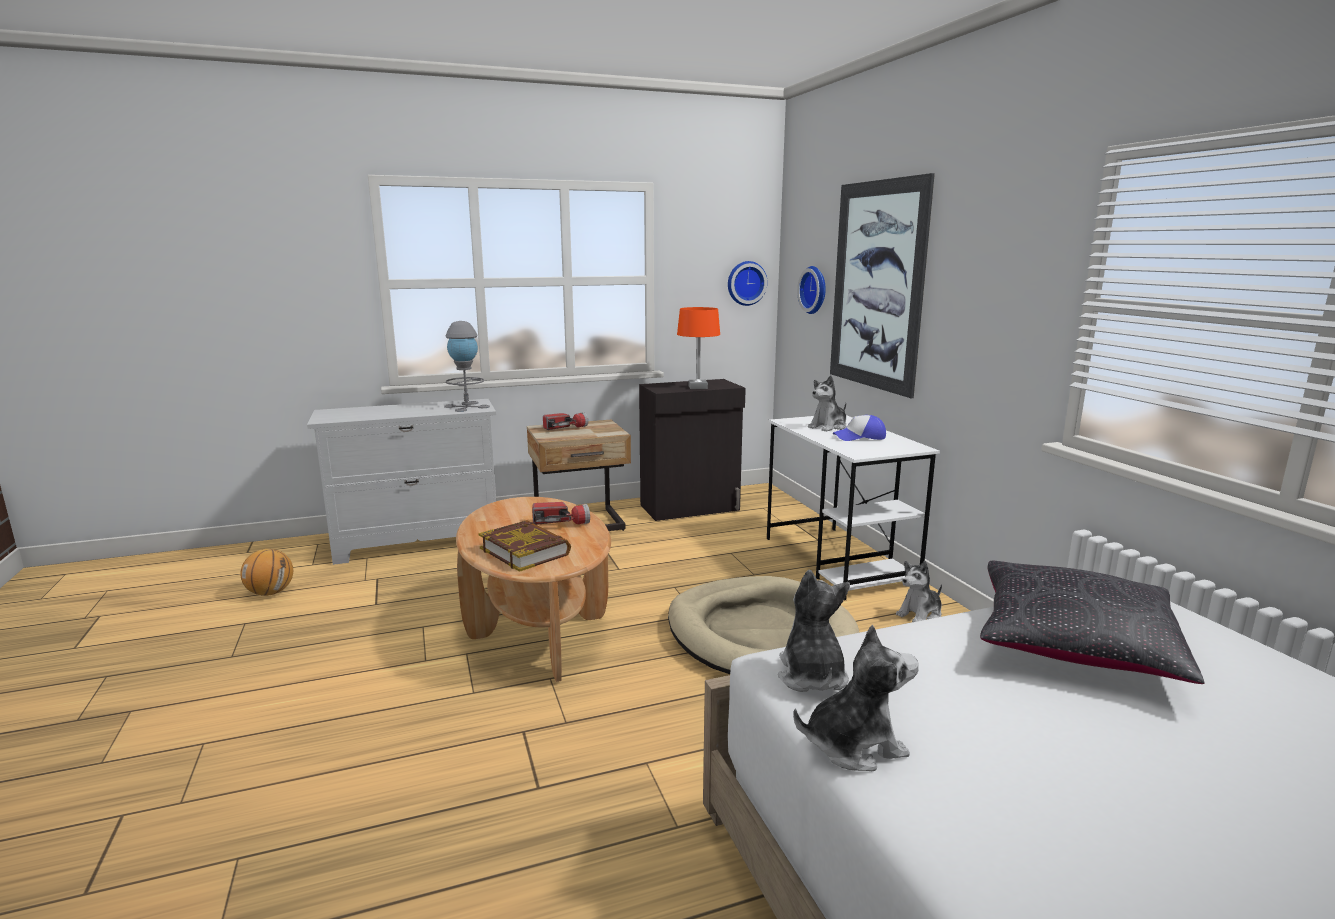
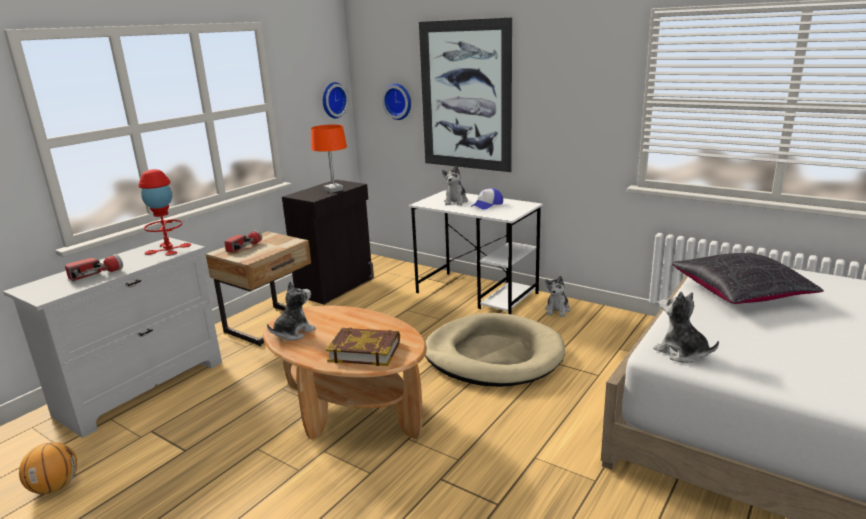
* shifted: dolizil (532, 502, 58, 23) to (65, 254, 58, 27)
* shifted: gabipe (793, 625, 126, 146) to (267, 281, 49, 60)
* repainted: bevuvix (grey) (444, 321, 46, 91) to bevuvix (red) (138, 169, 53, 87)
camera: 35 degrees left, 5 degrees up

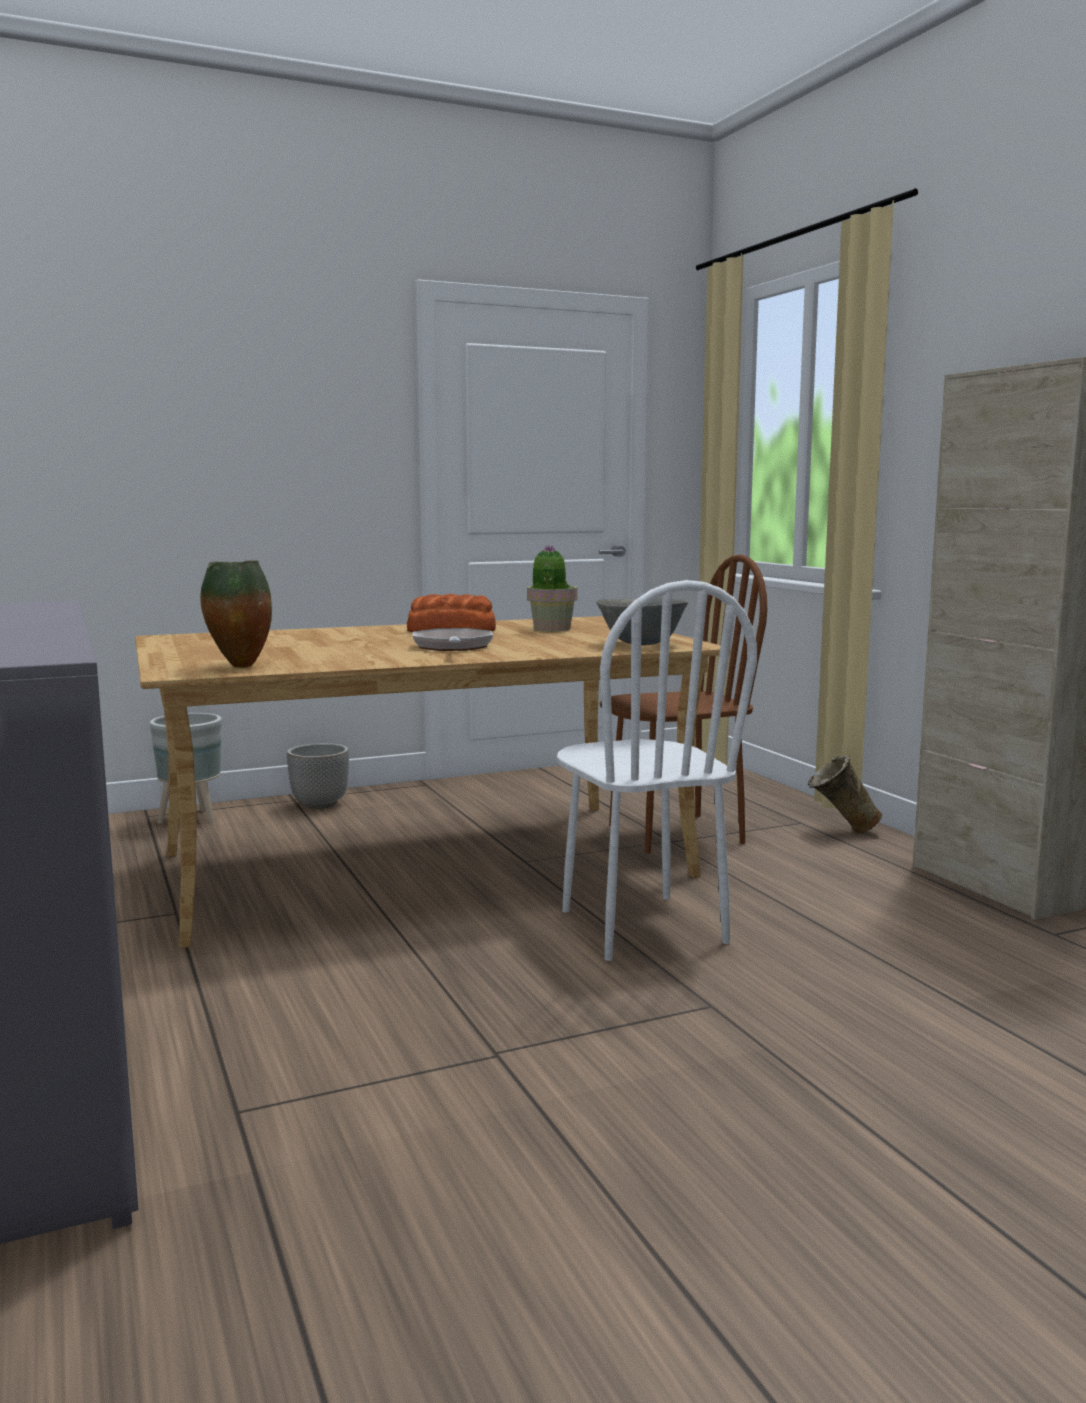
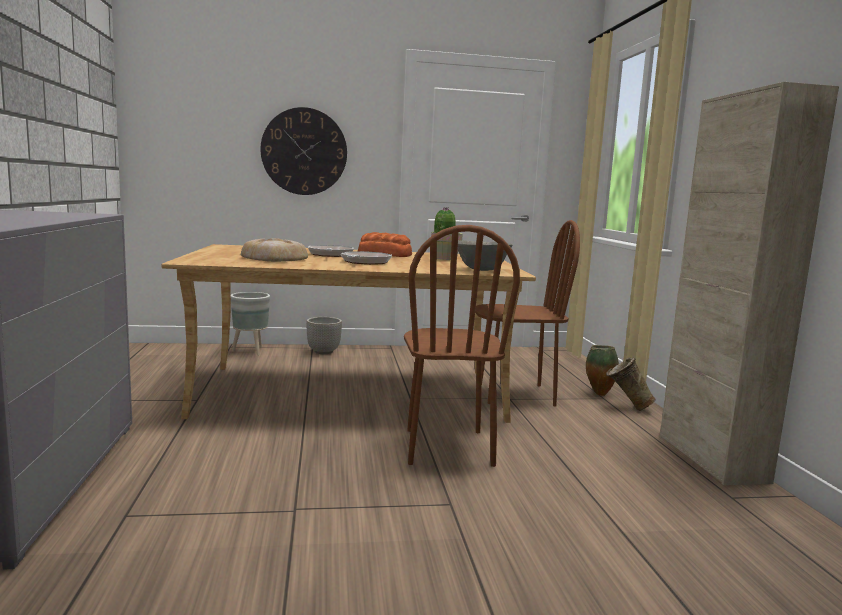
* new: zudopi (241, 238, 67, 24)
* new: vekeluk (261, 107, 86, 88)
* new: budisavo (308, 245, 46, 12)
* shifted: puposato (201, 560, 71, 108) to (586, 345, 33, 51)
* repainted: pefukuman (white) (557, 580, 200, 381) to pefukuman (brown) (404, 225, 116, 242)
camera: 15 degrees right, 0 degrees up

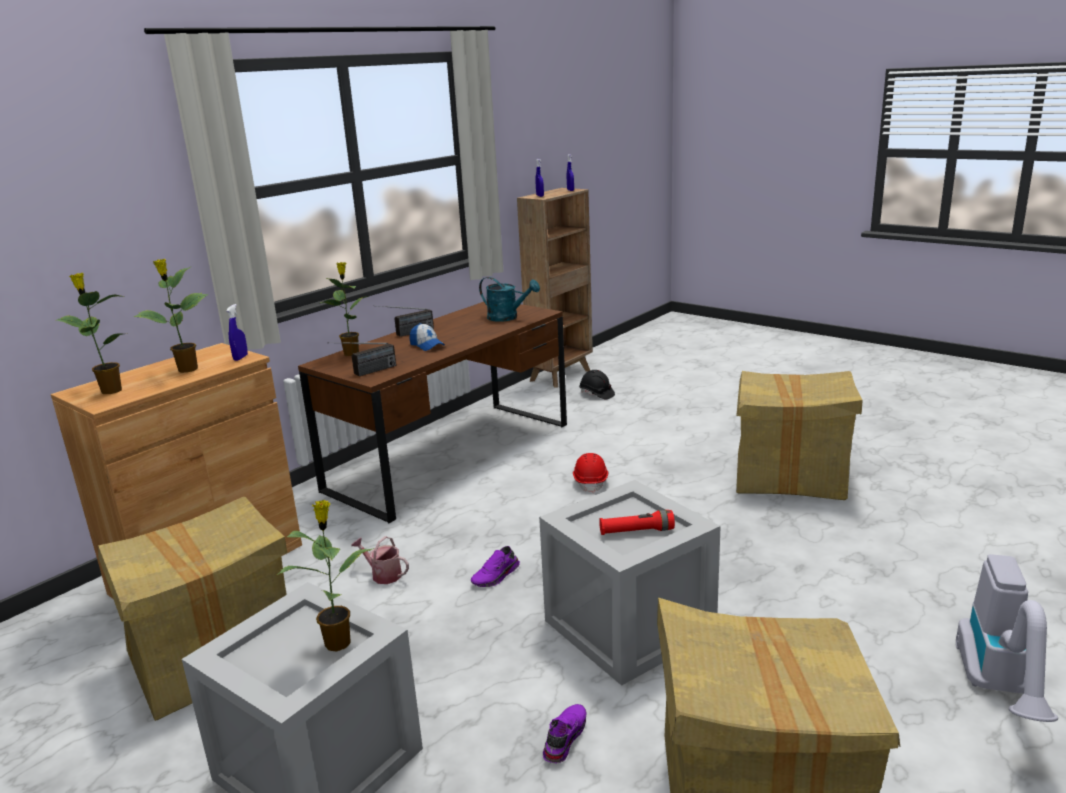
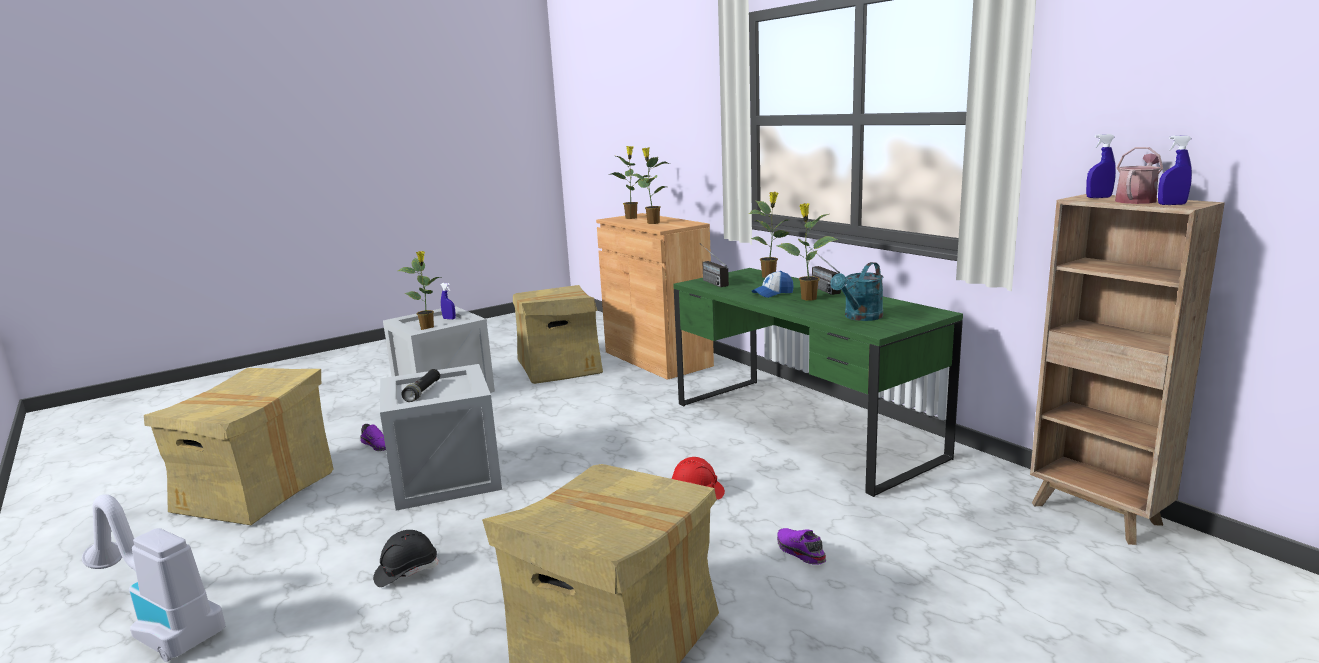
* new: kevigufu (776, 203, 62, 97)
* shifted: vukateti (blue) (227, 304, 21, 57) to (441, 283, 15, 37)
* shifted: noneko (351, 536, 58, 48) to (1115, 147, 48, 57)
* shifted: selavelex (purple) (471, 546, 49, 41) to (777, 528, 49, 37)
* shifted: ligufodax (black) (579, 370, 36, 30) to (373, 530, 65, 57)
* repainted: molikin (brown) (298, 302, 269, 221) to molikin (green) (673, 268, 290, 229)
* repainted: dolizil (red) (599, 510, 76, 25) to dolizil (black) (402, 369, 38, 33)
camera: 105 degrees right, 5 degrees down

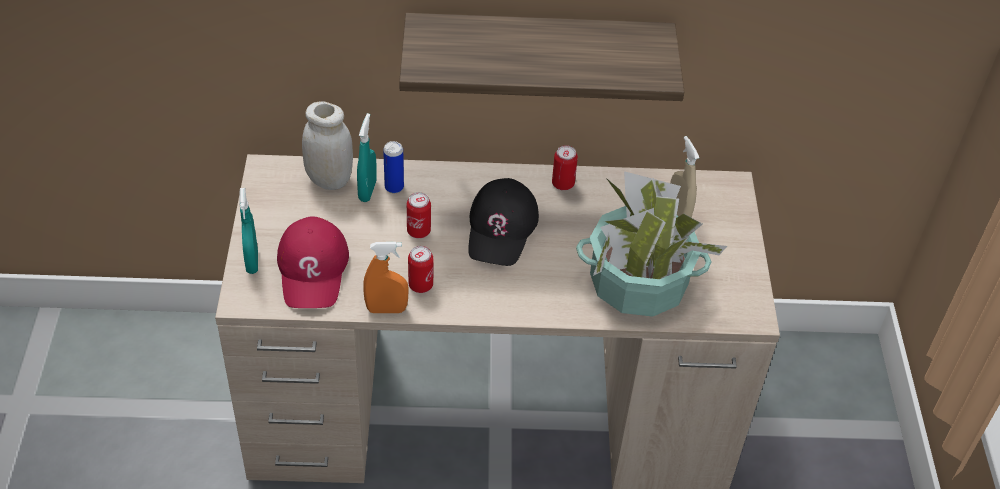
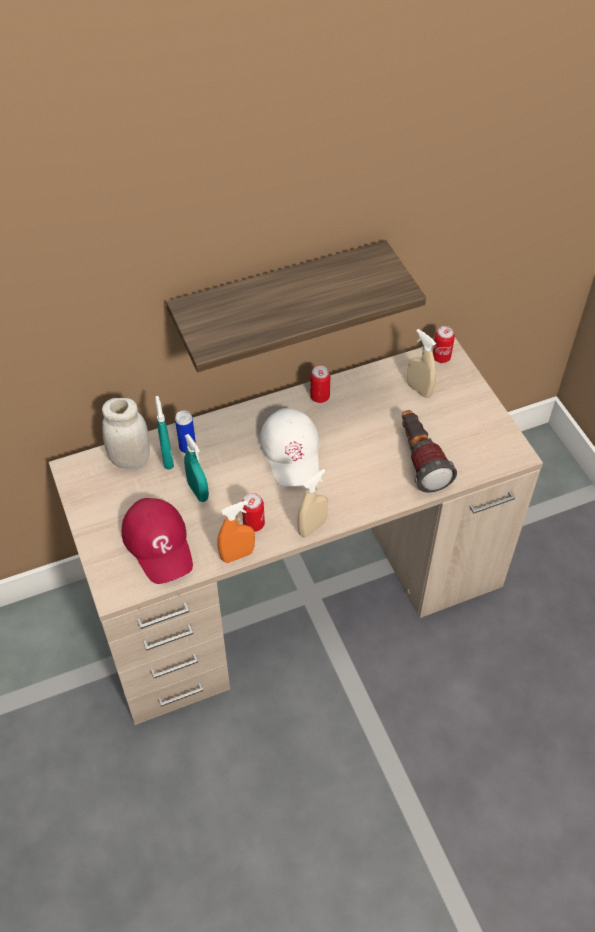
* new: vukateti (beige) (297, 469, 31, 68)
* shifted: vukateti (turquoise) (239, 188, 19, 86) to (184, 434, 25, 68)
* shifted: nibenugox (407, 192, 24, 46) to (433, 326, 22, 37)
* swapped: kevigufu (576, 171, 151, 146) to dolizil (402, 410, 55, 83)
* repainted: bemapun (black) (468, 178, 71, 88) to bemapun (white) (260, 408, 59, 79)
camera: 20 degrees left, 5 degrees up

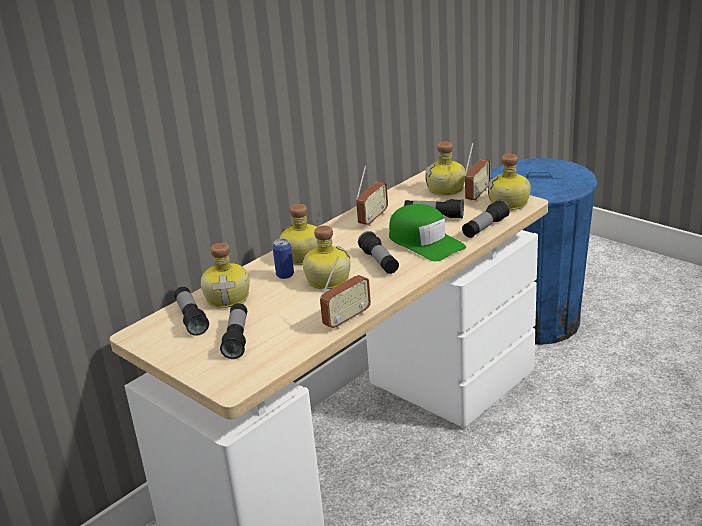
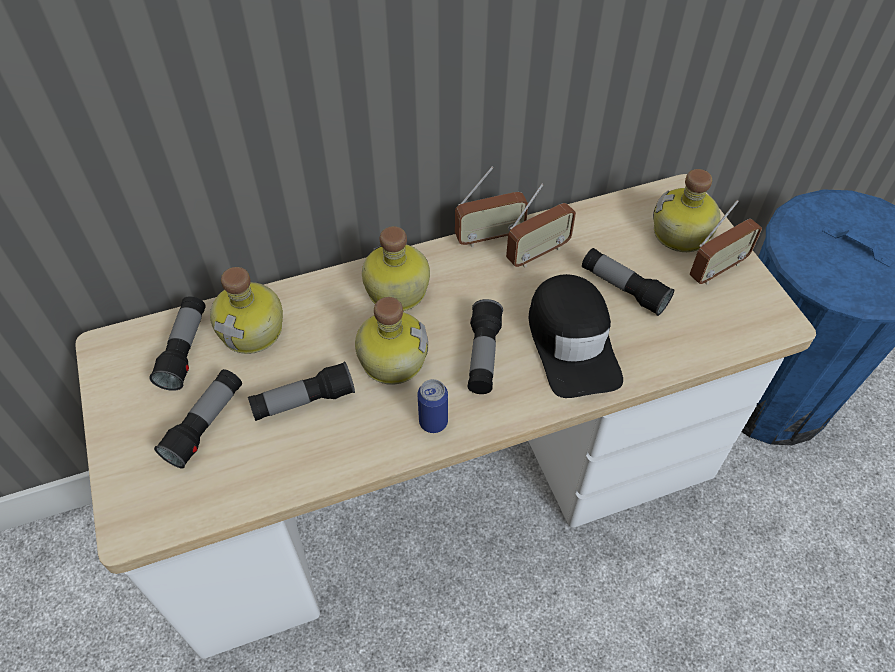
* gone: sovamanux (488, 154, 43, 56)
* shifted: nibenugox (273, 238, 21, 41) to (417, 379, 31, 54)
* shifted: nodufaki (320, 256, 51, 73) to (455, 166, 73, 81)
* shifted: dolizil (462, 199, 48, 39) to (248, 361, 107, 60)
* repainted: bemapun (green) (389, 204, 77, 57) to bemapun (black) (529, 274, 94, 124)
camera: 25 degrees right, 25 degrees up

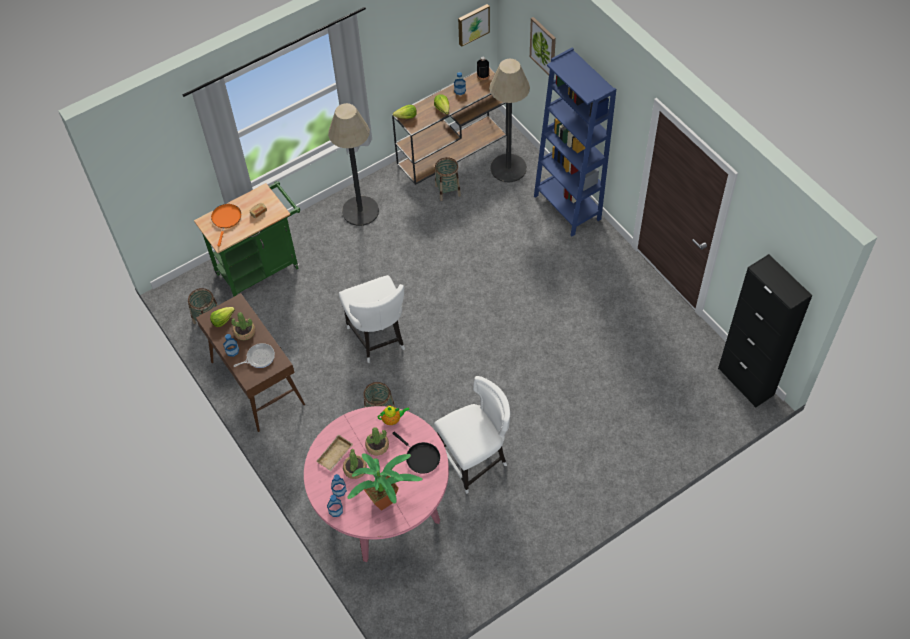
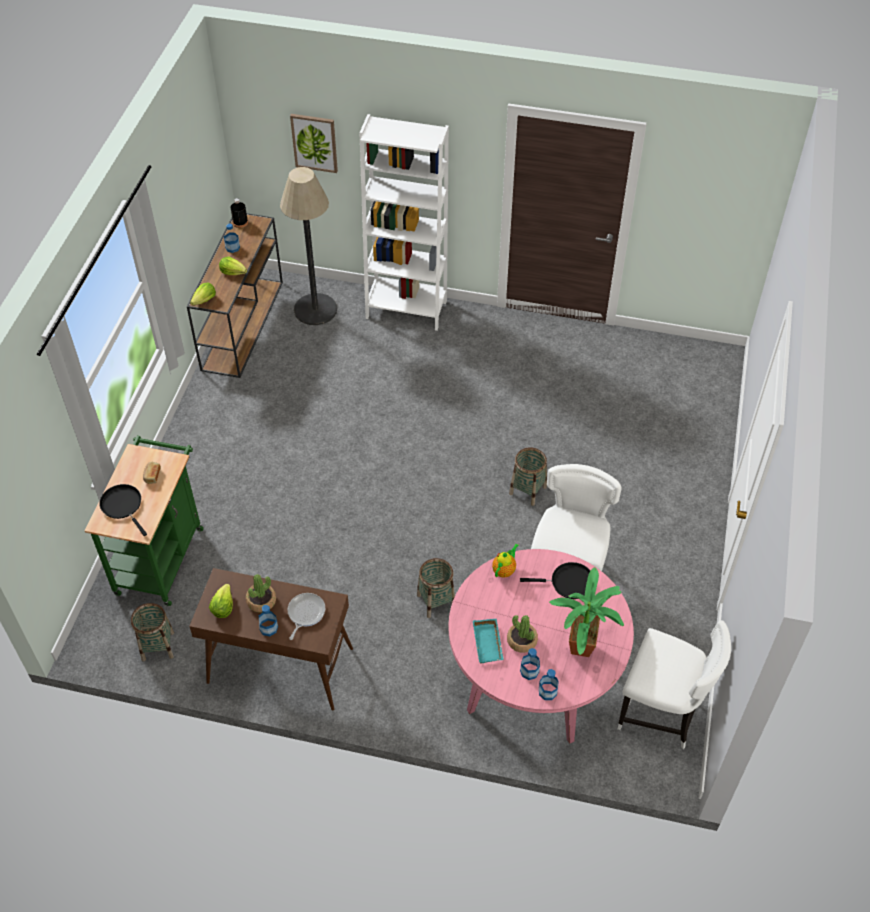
* gone: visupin (328, 103, 51, 123)
* gone: kevigufu (365, 427, 24, 28)
* gone: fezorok (458, 4, 32, 43)
* gone: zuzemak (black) (718, 254, 94, 154)
* shifted: pefukuman (white) (339, 275, 66, 88) to (617, 620, 114, 129)
* shifted: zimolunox (435, 157, 26, 44) to (509, 447, 38, 59)
* repainted: budisavo (orange) (211, 204, 30, 43) to budisavo (black) (99, 484, 48, 52)
* repainted: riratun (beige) (316, 434, 37, 37) to riratun (turquoise) (473, 619, 31, 45)
* repainted: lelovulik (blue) (534, 48, 82, 188) to lelovulik (white) (360, 114, 89, 217)
camera: 45 degrees left, 5 degrees down

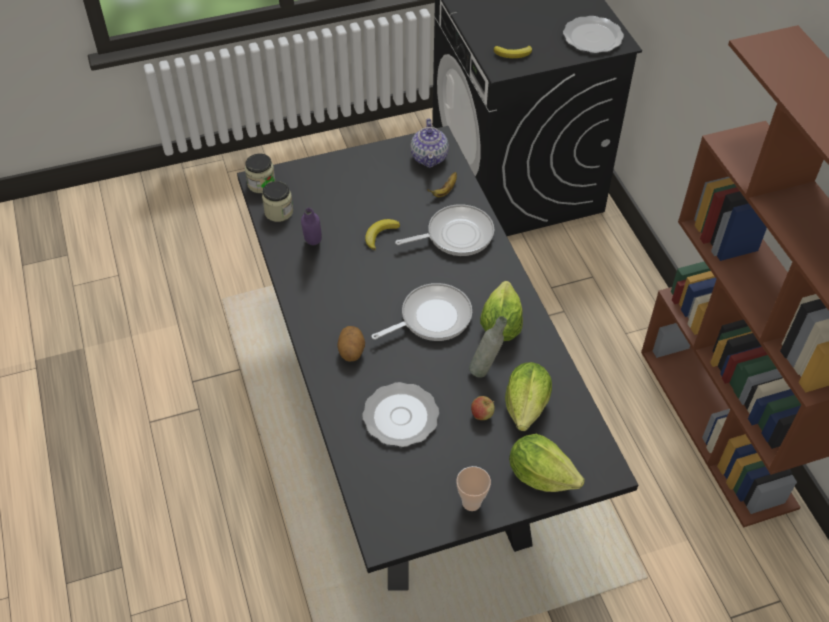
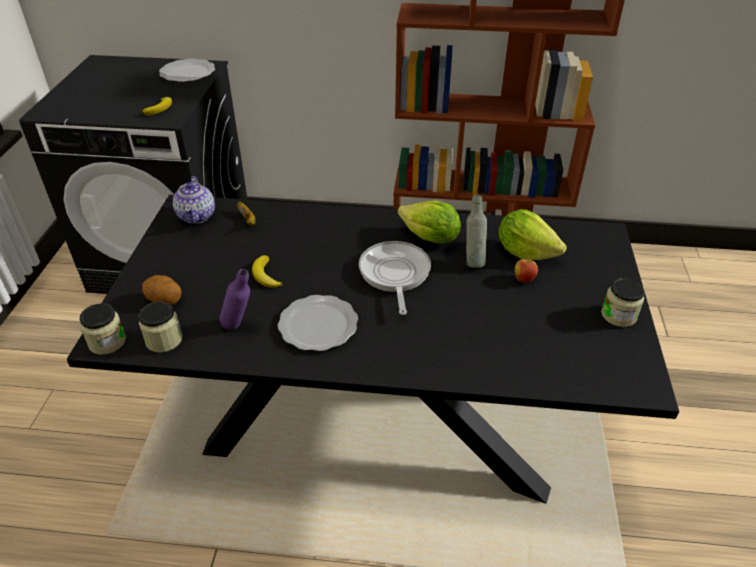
* gone: budisavo (395, 204, 99, 52)
* gone: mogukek (509, 434, 76, 58)
* shifted: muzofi (337, 326, 28, 36) to (142, 275, 39, 30)
* shifted: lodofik (362, 382, 77, 65) to (278, 295, 80, 56)
* swapped: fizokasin (456, 466, 35, 45) to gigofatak (601, 278, 44, 49)
* rotated: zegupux (411, 119, 38, 49) = (173, 176, 42, 48) 60 degrees clockwise
camera: 65 degrees left, 10 degrees down

